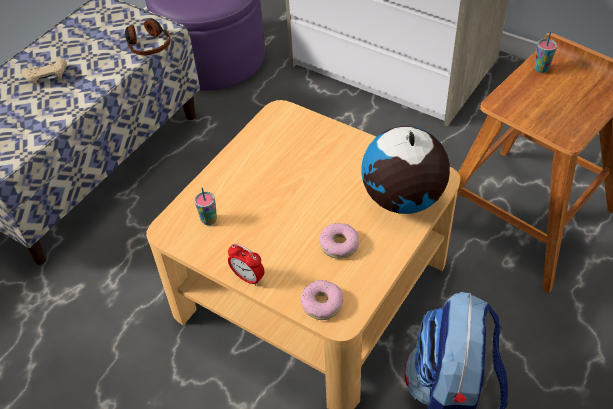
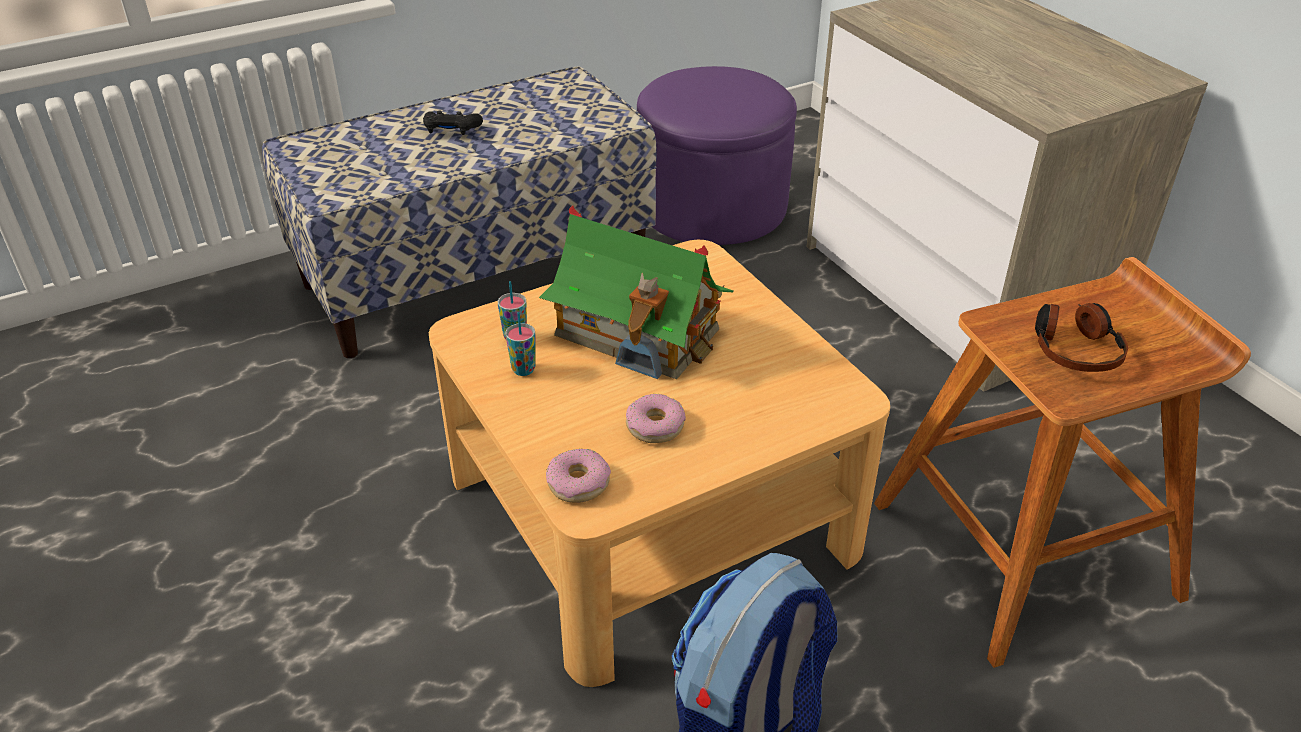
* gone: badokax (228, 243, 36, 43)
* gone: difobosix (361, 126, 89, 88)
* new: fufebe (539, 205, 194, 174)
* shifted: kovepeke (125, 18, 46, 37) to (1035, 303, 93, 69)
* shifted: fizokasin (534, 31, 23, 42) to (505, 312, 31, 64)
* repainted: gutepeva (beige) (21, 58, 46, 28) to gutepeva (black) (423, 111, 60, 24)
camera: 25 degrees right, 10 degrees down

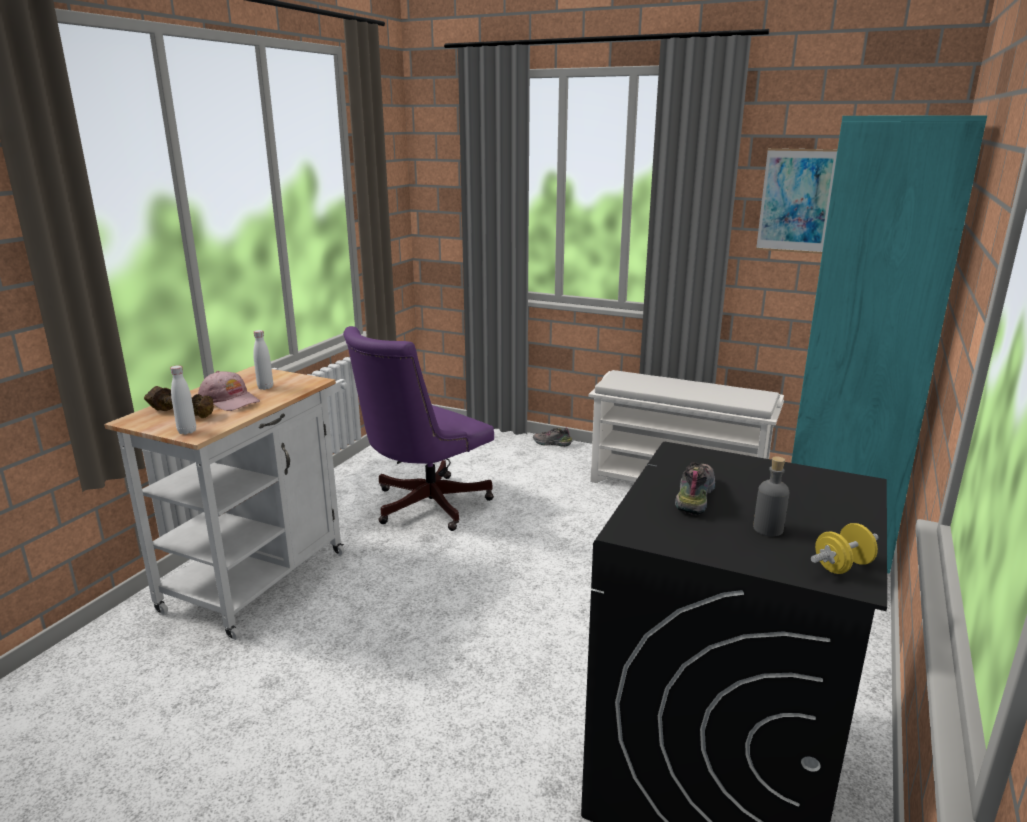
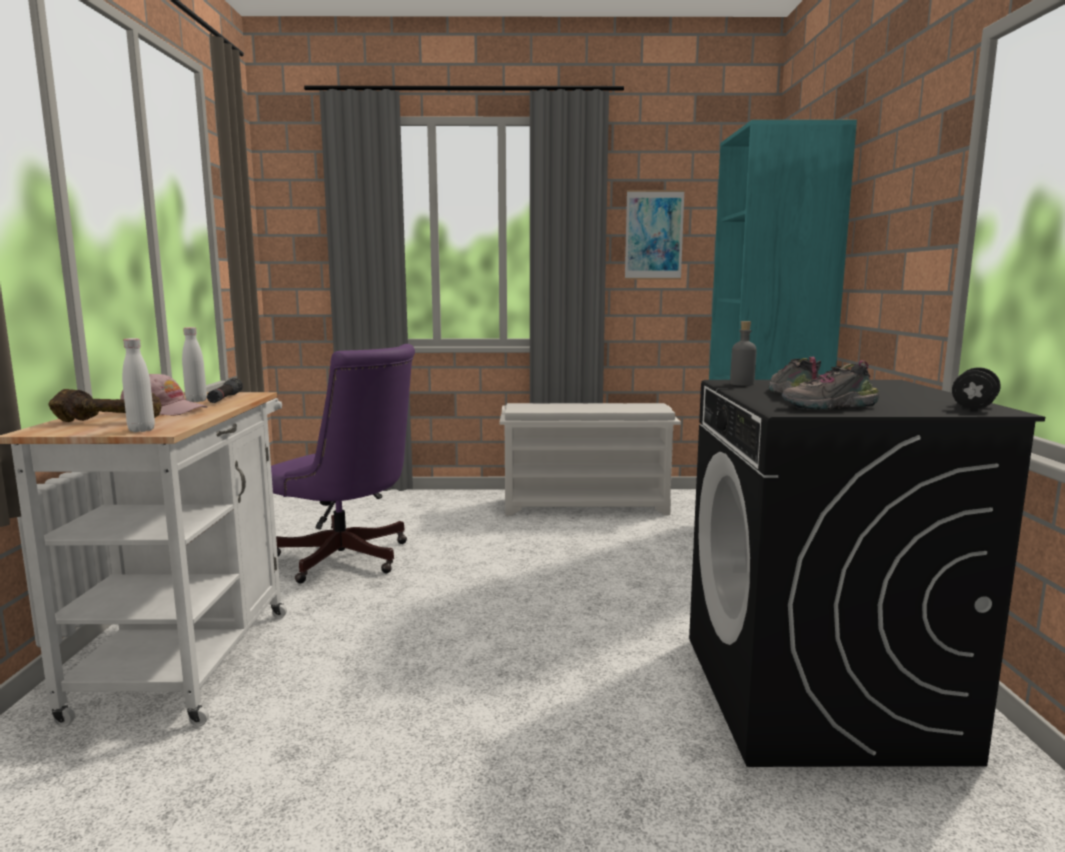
* new: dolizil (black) (207, 378, 36, 25)
* shifted: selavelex (533, 427, 39, 20) to (782, 360, 97, 50)
* shifted: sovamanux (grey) (753, 457, 37, 79) to (730, 321, 27, 65)
* repainted: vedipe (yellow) (811, 523, 68, 51) to vedipe (black) (952, 367, 49, 42)
* rotated: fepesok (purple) (343, 326, 151, 205) = (271, 344, 144, 239) 75 degrees counterclockwise
camera: 25 degrees left, 10 degrees down

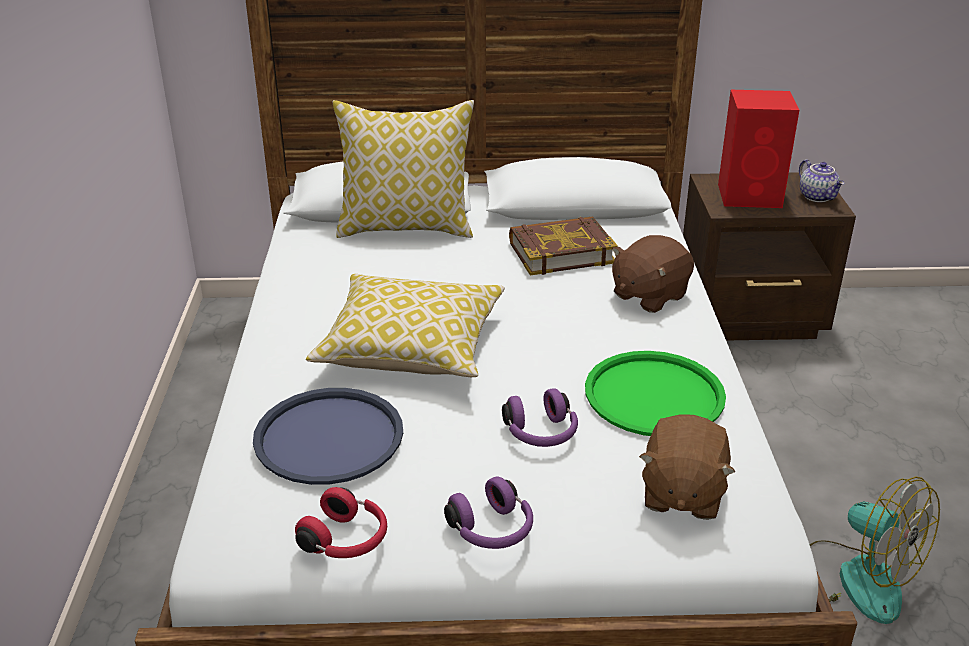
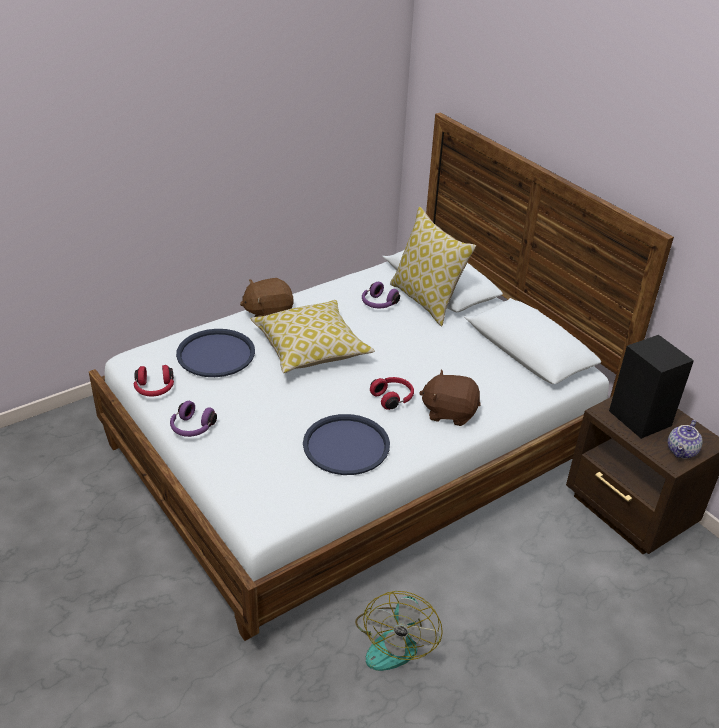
* gone: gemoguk (509, 216, 109, 60)
* new: kovepeke (red) (370, 377, 44, 33)
* shifted: kovepeke (purple) (502, 388, 76, 59) to (362, 282, 38, 26)
* shifted: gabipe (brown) (639, 414, 96, 106) to (240, 278, 53, 39)
* repainted: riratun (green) (585, 351, 141, 85) to riratun (blue) (303, 414, 87, 61)
* repainted: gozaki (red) (718, 90, 81, 118) to gozaki (black) (609, 335, 85, 104)
camera: 55 degrees right, 5 degrees up

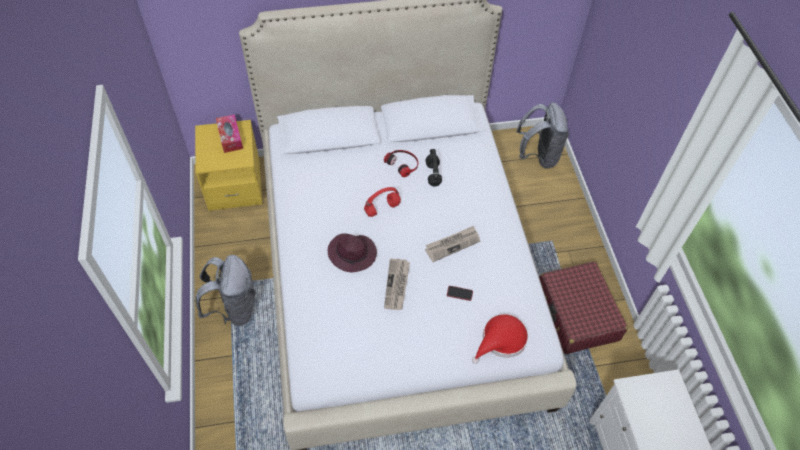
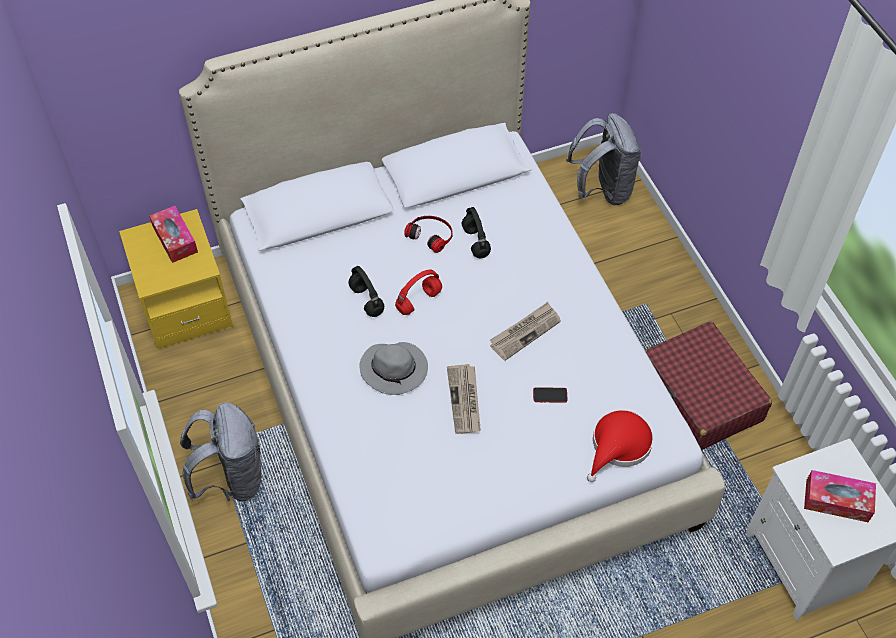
* new: kovepeke (black) (348, 266, 36, 51)
* new: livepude (804, 470, 72, 52)
* repainted: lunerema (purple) (328, 234, 49, 38) to lunerema (grey) (359, 342, 69, 53)
camera: 10 degrees left, 0 degrees up

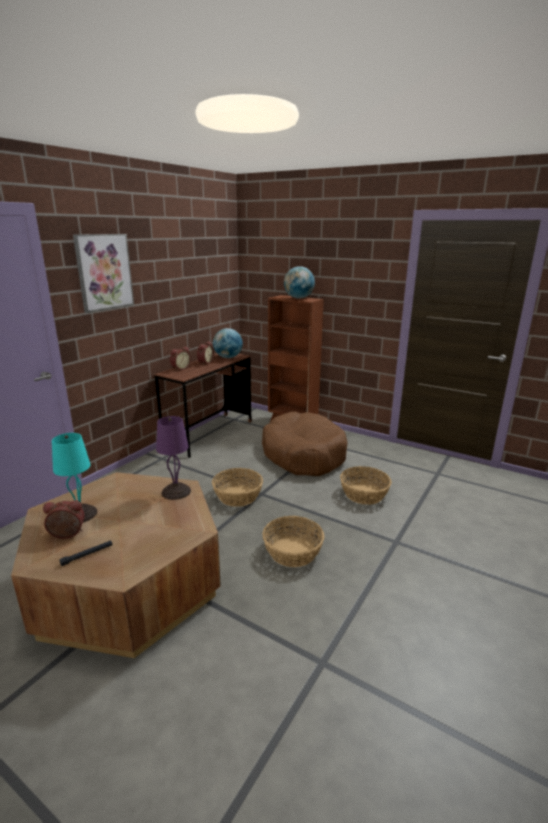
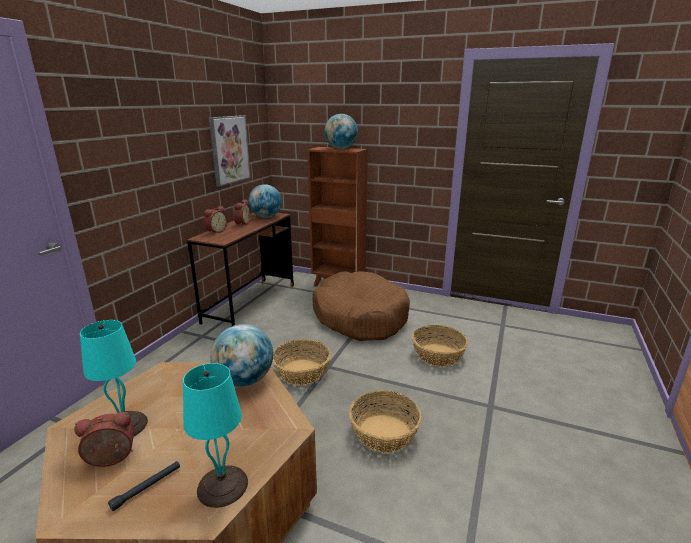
* new: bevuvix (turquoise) (183, 363, 65, 145)
* shifted: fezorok (73, 234, 61, 79) to (209, 115, 42, 72)
* swapped: bevuvix (purple) (156, 416, 35, 84) to difobosix (210, 324, 63, 63)
camera: 10 degrees left, 0 degrees up

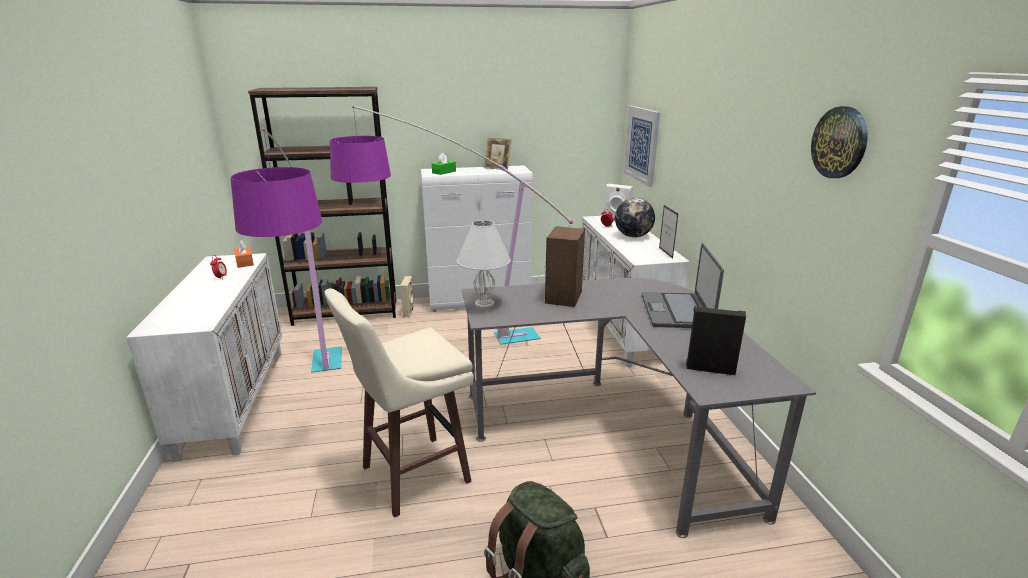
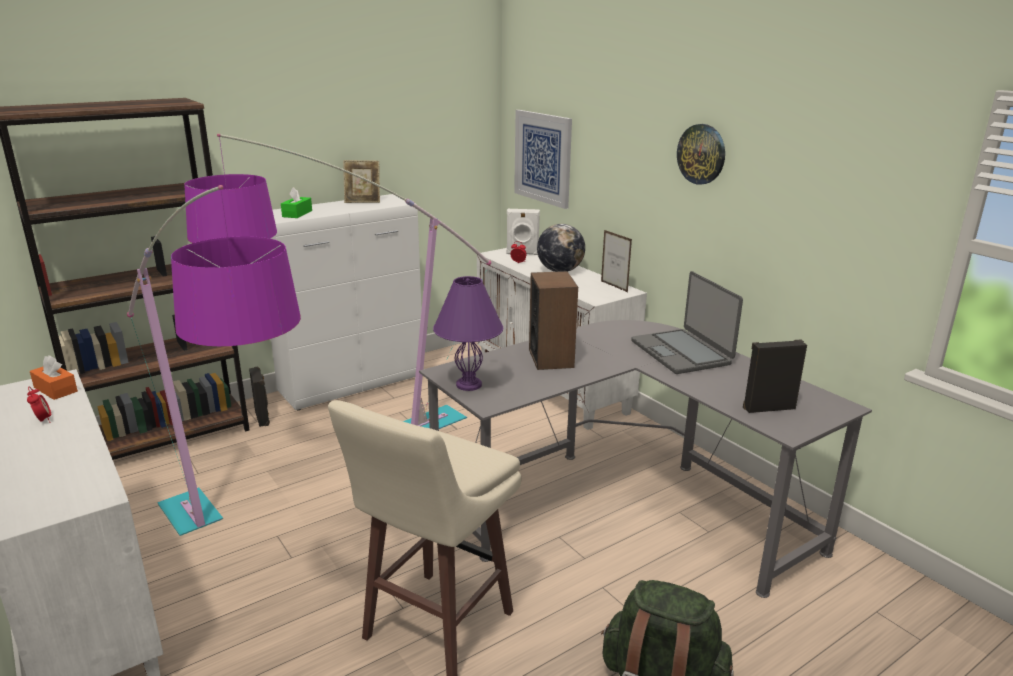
* shifted: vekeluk (811, 106, 56, 72) to (677, 124, 48, 61)
* repainted: gozaki (beige) (400, 276, 14, 41) to gozaki (black) (249, 366, 21, 61)
* repainted: bevuvix (white) (457, 220, 54, 89) to bevuvix (purple) (433, 276, 70, 115)
camera: 25 degrees left, 0 degrees up

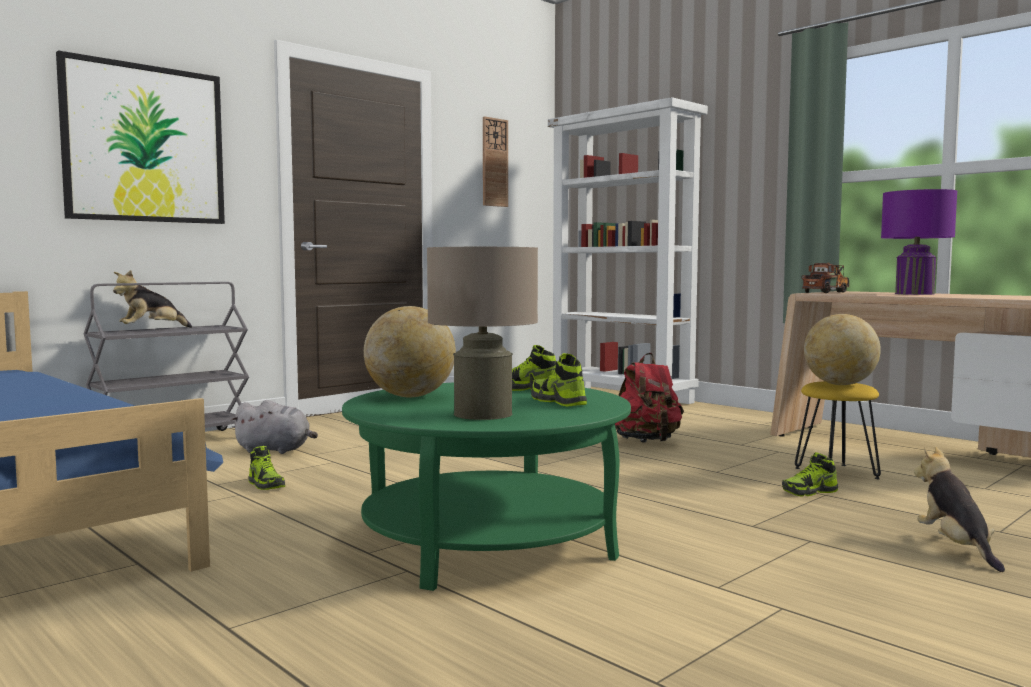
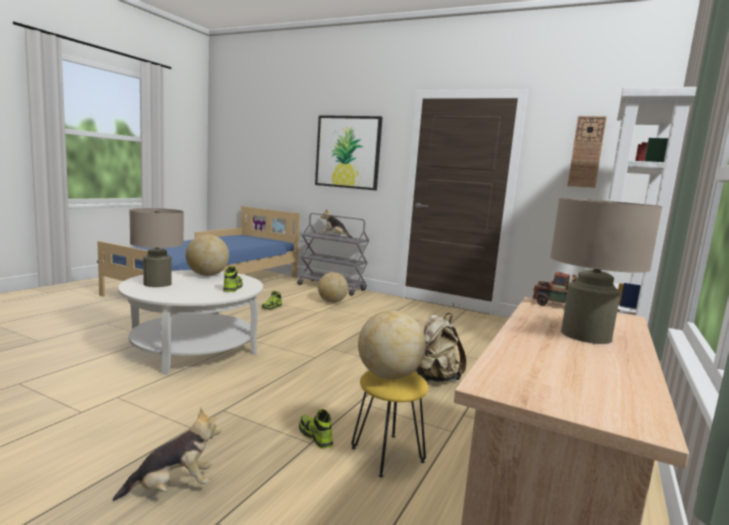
* gone: selavelex (531, 353, 56, 54)
* swapped: gabipe (grey) (230, 400, 88, 54) to difobosix (318, 272, 30, 31)
* repainted: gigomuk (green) (342, 383, 289, 208) to gigomuk (white) (118, 270, 145, 105)
* repainted: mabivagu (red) (615, 353, 69, 90) to mabivagu (beige) (415, 313, 51, 69)
* repainted: bevuvix (purple) (881, 189, 76, 106) to bevuvix (beige) (550, 198, 113, 146)
camera: 70 degrees right, 5 degrees up

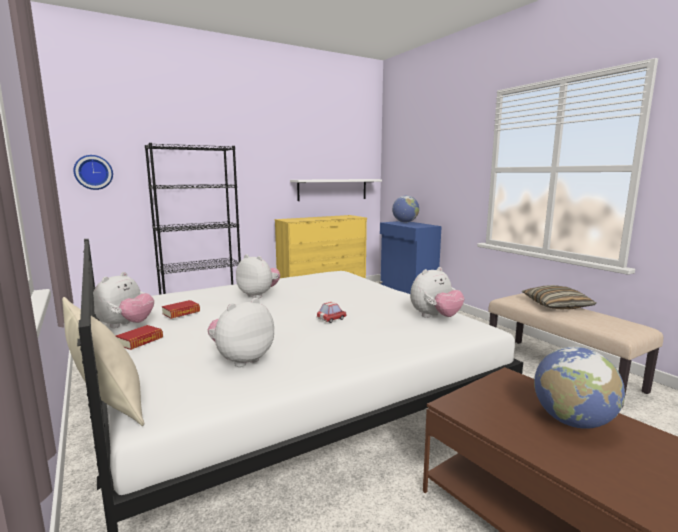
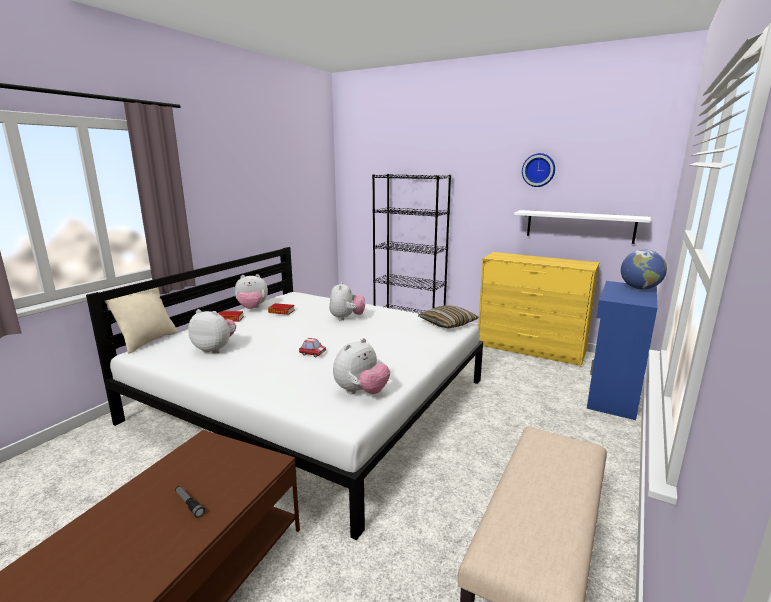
* shifted: vekeluk (74, 155, 39, 35) to (522, 153, 33, 34)
* shifted: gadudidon (522, 285, 74, 25) to (418, 305, 61, 24)
* swapped: difobosix (534, 347, 91, 82) to dolizil (175, 486, 30, 32)
* rotated: gabipe (410, 267, 55, 51) = (333, 338, 57, 56) 75 degrees counterclockwise
camera: 60 degrees right, 5 degrees up

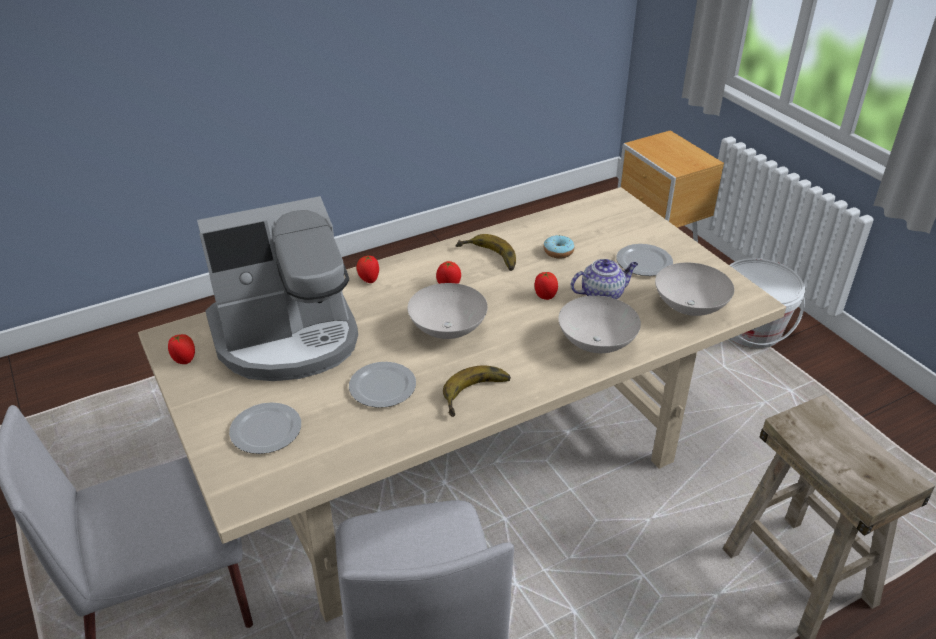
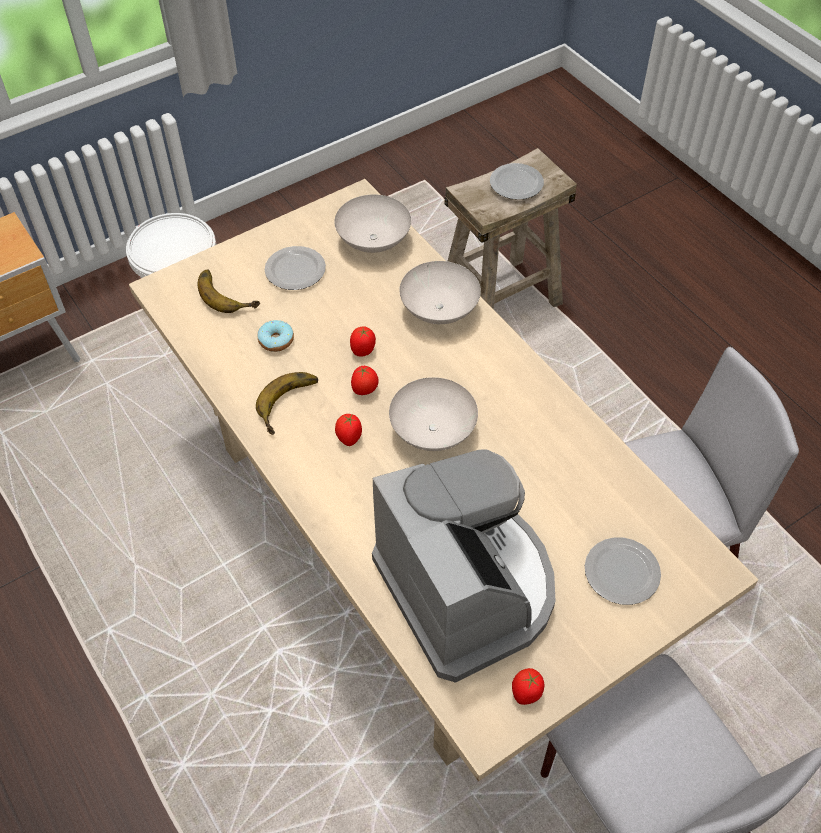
* gone: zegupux (571, 259, 67, 40)
* shifted: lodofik (349, 362, 67, 46) to (490, 163, 54, 37)
* shifted: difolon (357, 256, 22, 27) to (351, 366, 28, 29)
* shifted: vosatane (443, 366, 68, 51) to (198, 269, 62, 44)
camera: 95 degrees left, 15 degrees up

